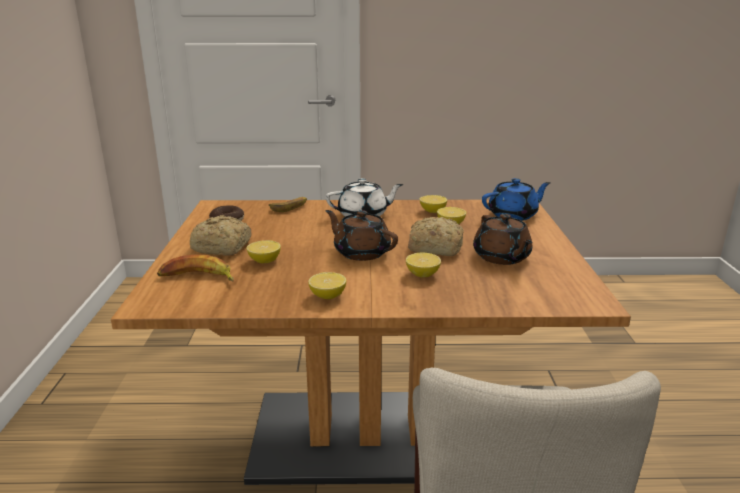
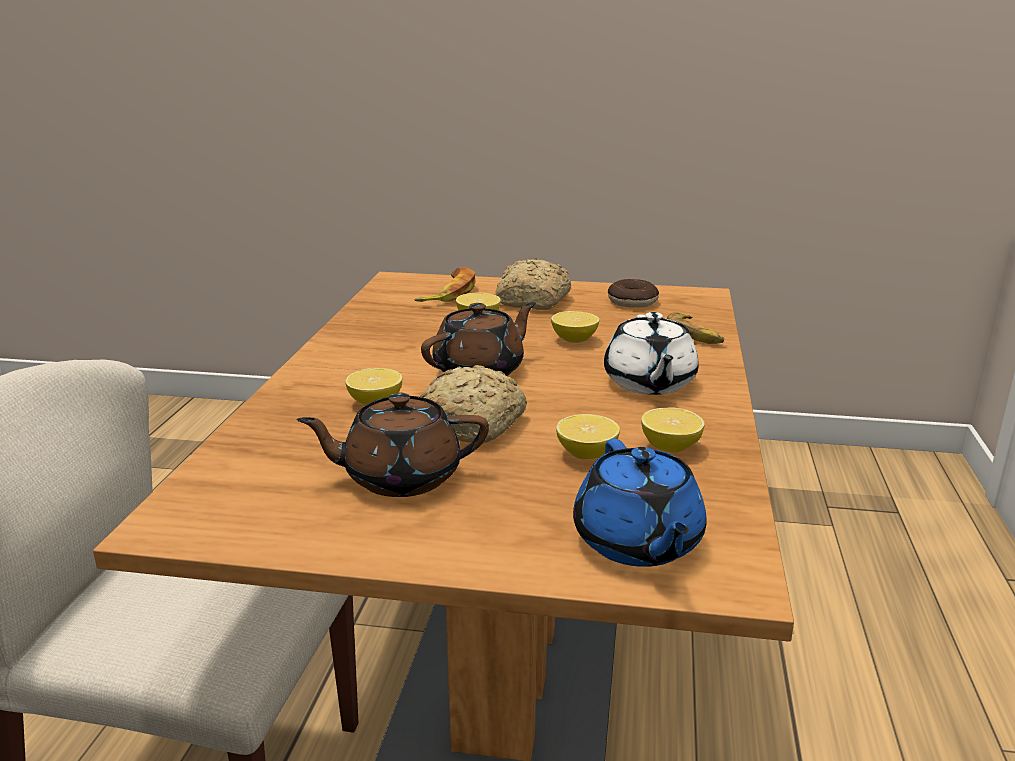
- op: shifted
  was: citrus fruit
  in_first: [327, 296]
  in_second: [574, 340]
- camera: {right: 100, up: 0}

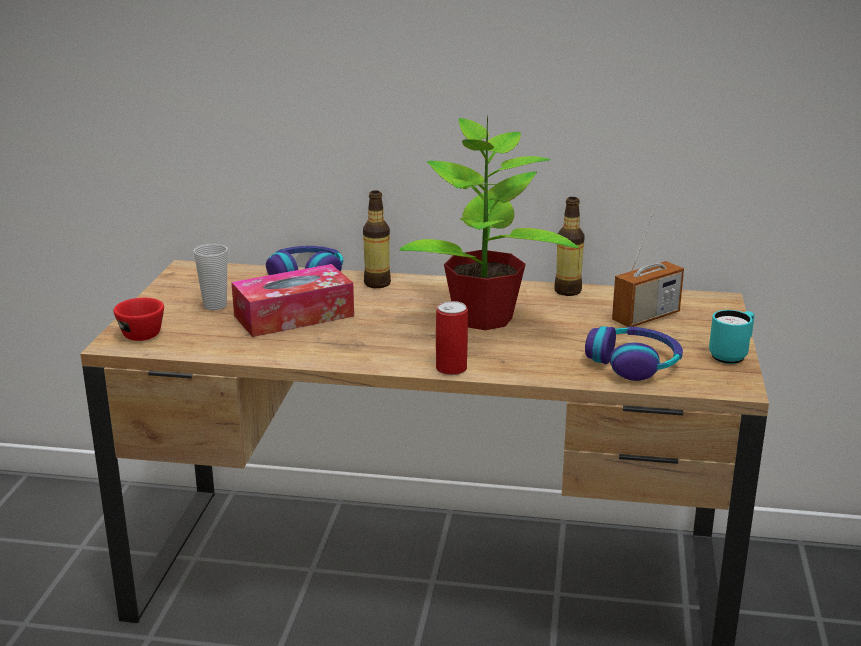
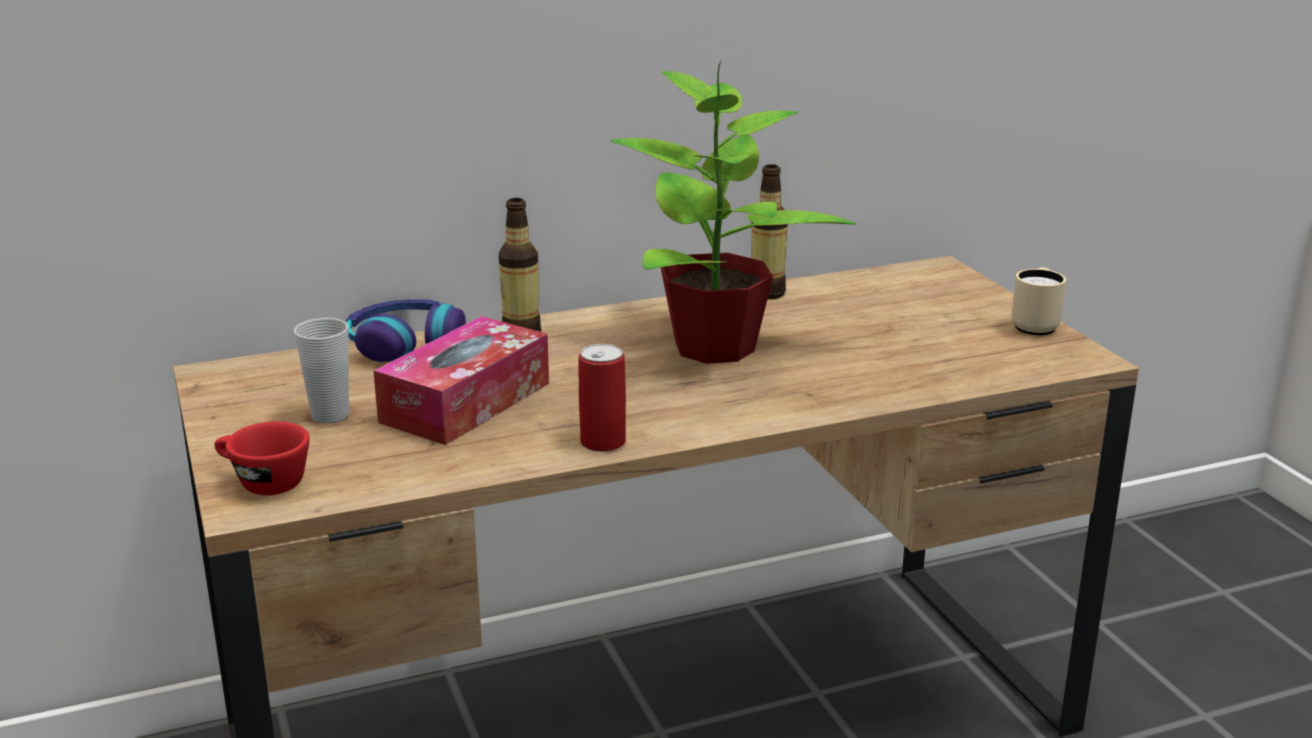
- op: gone
  was: radio set
  in_first: [646, 317]
- op: shifted
  was: sealed can
  in_first: [451, 368]
  in_second: [603, 442]
- op: repainted
  was: tea mug (turquoise)
  now: tea mug (beige-coloured)
  in_first: [731, 355]
  in_second: [1035, 326]
- op: gone
  was: headset
  in_first: [634, 363]
- camera: {right: -30, up: 0}

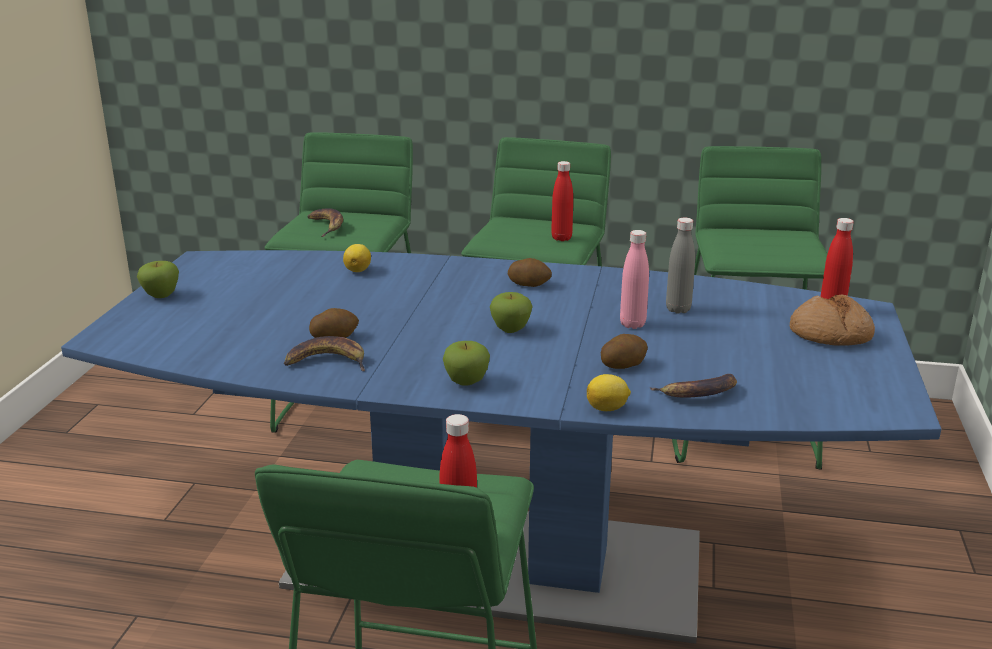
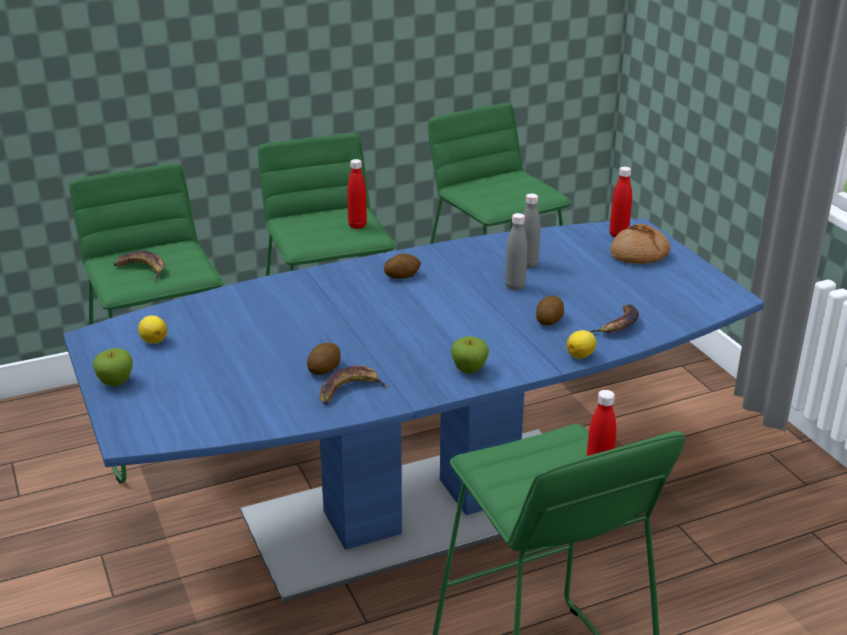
- op: repainted
  was: drink bottle (pink-coloured)
  now: drink bottle (gray)
  in_first: [632, 324]
  in_second: [514, 286]
- op: shifted
  was: citrus fruit
  in_first: [358, 270]
  in_second: [154, 340]
- op: gone
  was: apple
  in_first: [511, 329]
- camera: {right: -35, up: 5}

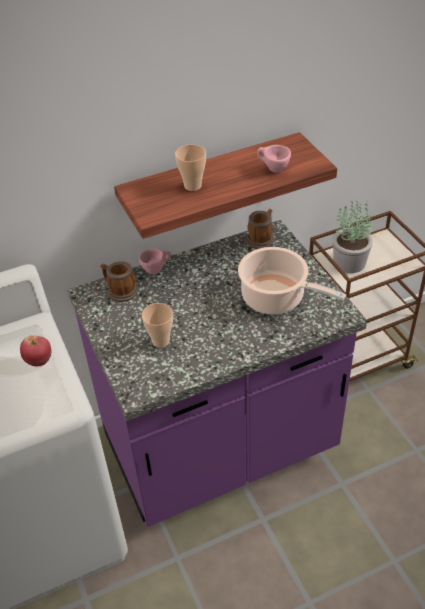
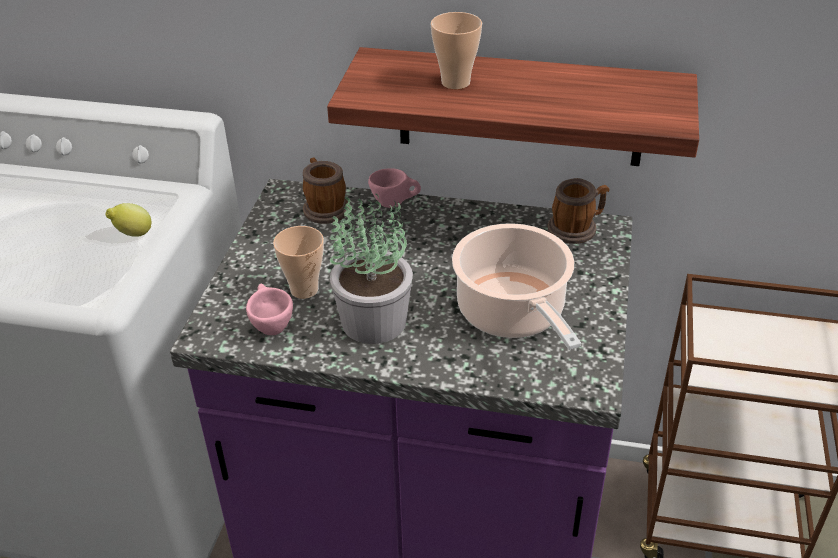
- op: shifted
  was: cup (pink-coloured)
  in_first: [272, 169]
  in_second: [270, 326]
- op: shifted
  was: houseplant
  in_first: [349, 262]
  in_second: [375, 320]
- op: swapped
  was: apple
  now: citrus fruit
  in_first: [39, 361]
  in_second: [133, 234]
- camera: {right: 35, up: -5}

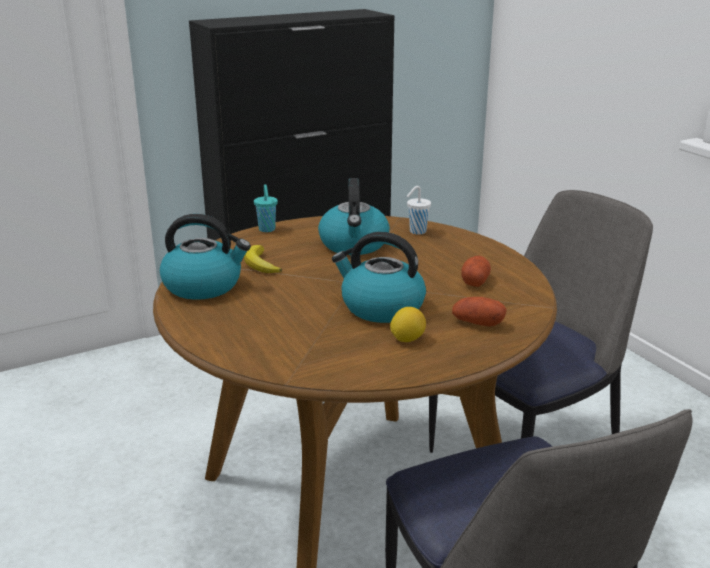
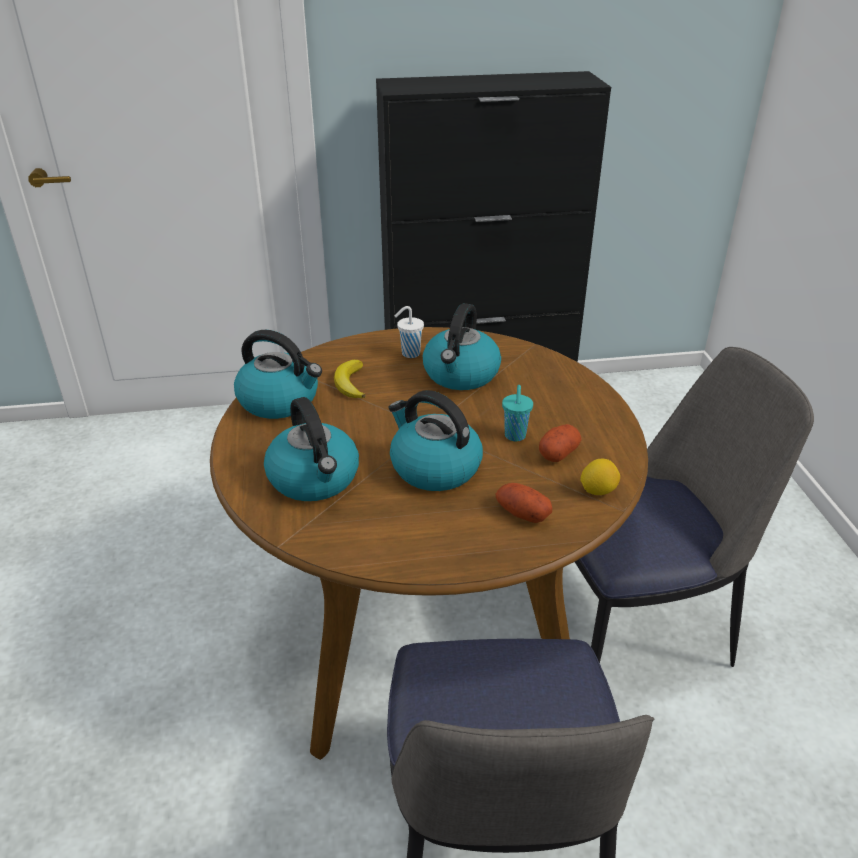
- op: shifted
  was: cup (turquoise)
  in_first: [267, 230]
  in_second: [515, 436]
- op: shifted
  was: cup (white)
  in_first: [416, 232]
  in_second: [409, 354]
- op: shifted
  was: citrus fruit
  in_first: [407, 339]
  in_second: [598, 491]
- op: new
  now: tea kettle
  in_second: [315, 479]
- camera: {right: 20, up: 10}

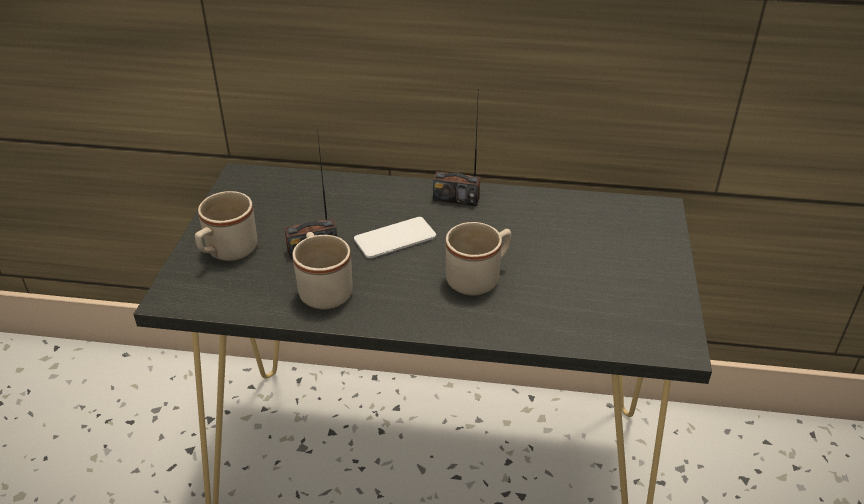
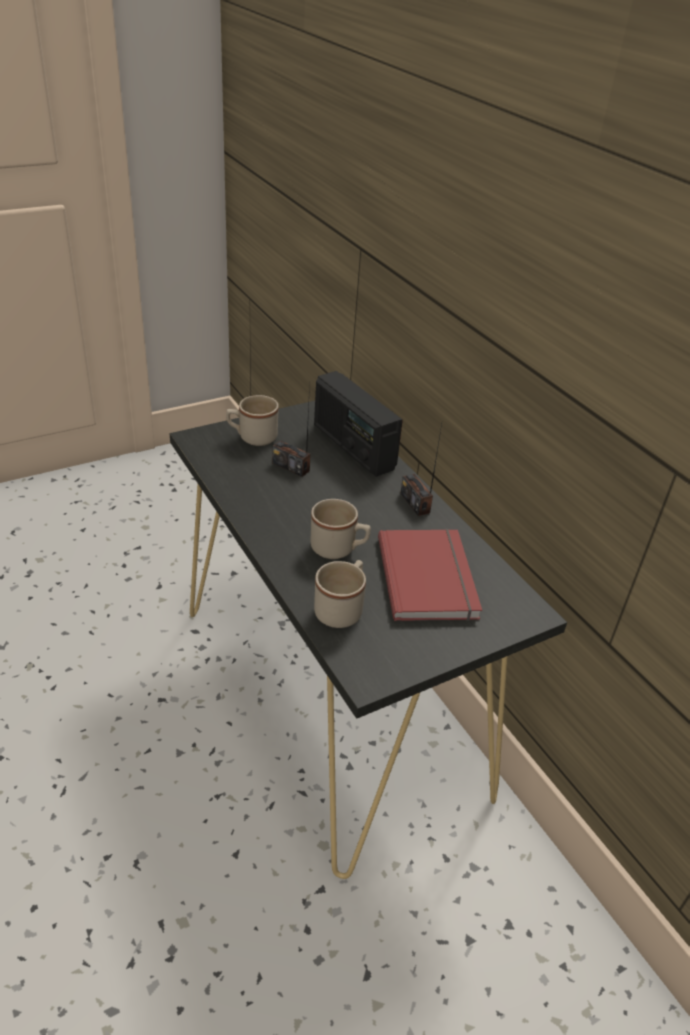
- op: gone
  was: handset
  in_first: [395, 238]
- op: shifted
  was: tea mug (beige-coloured)
  in_first: [323, 289]
  in_second: [342, 609]
- op: new
  now: radio set
  in_second: [353, 447]
- op: new
  now: volume (red-coloured)
  in_second: [430, 577]
- camera: {right: 50, up: 0}

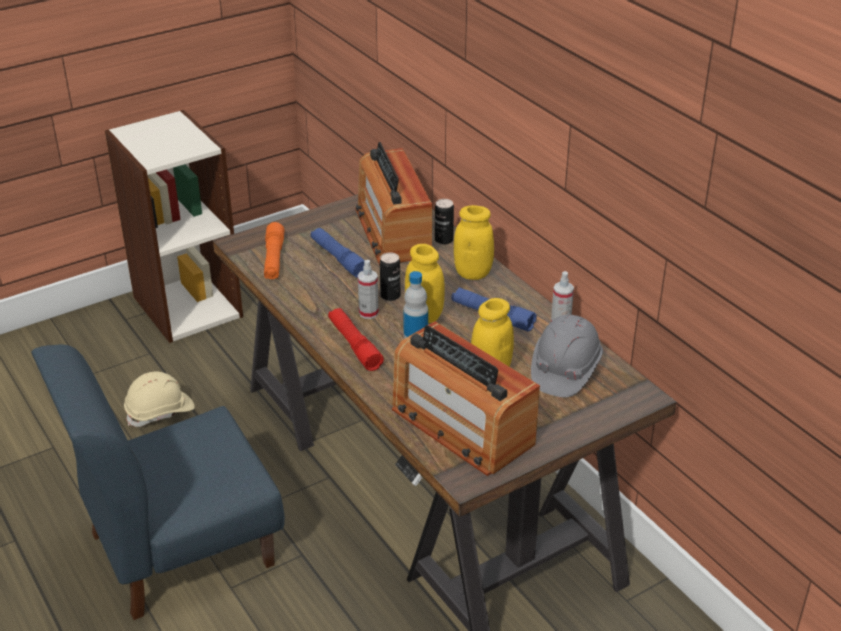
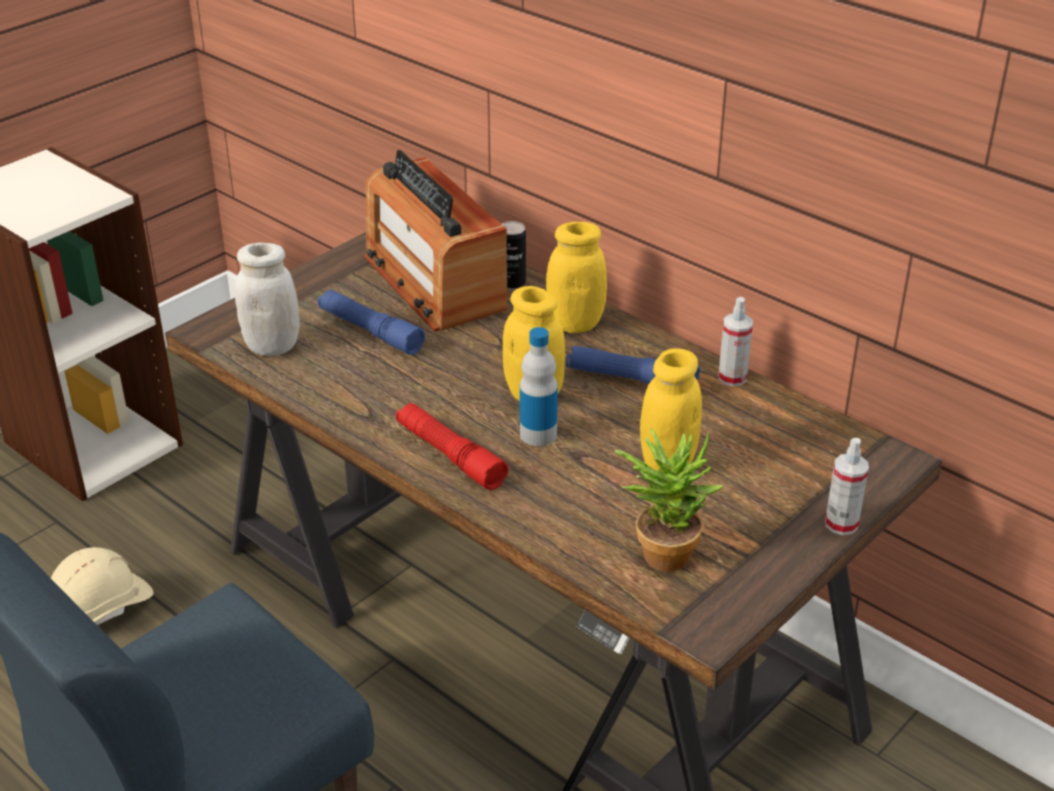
- op: swapped
  was: torch (orangey)
  now: preserve jar (white)
  in_first: [274, 259]
  in_second: [272, 346]
- op: gone
  was: sealed can
  in_first: [390, 296]
- op: shifted
  was: hand sprayer
  in_first: [368, 313]
  in_second: [841, 524]
- op: gone
  was: safety helmet (gray)
  in_first: [564, 370]
- op: swapped
  was: radio set
  now: houseplant
  in_first: [461, 426]
  in_second: [663, 549]
- camera: {right: -15, up: 0}

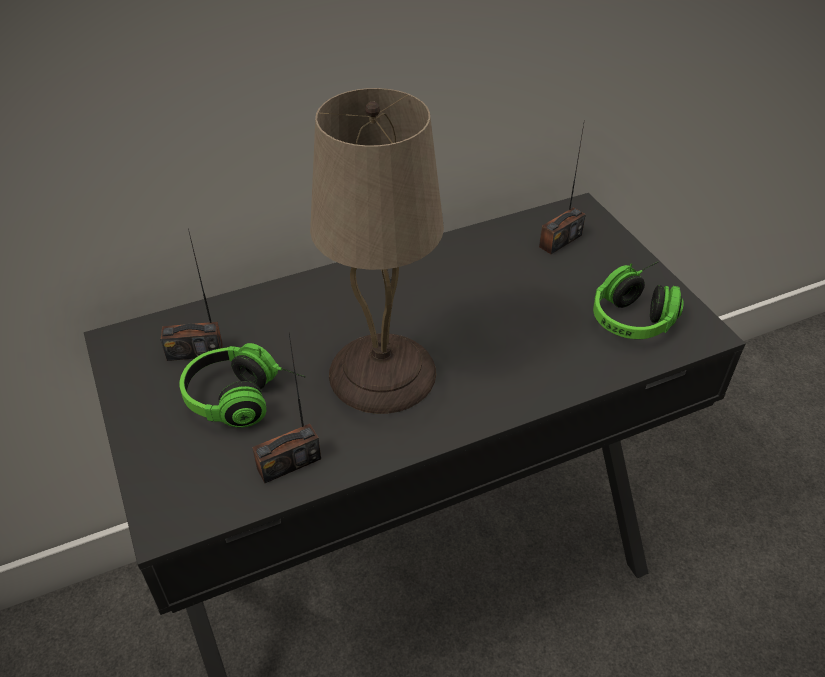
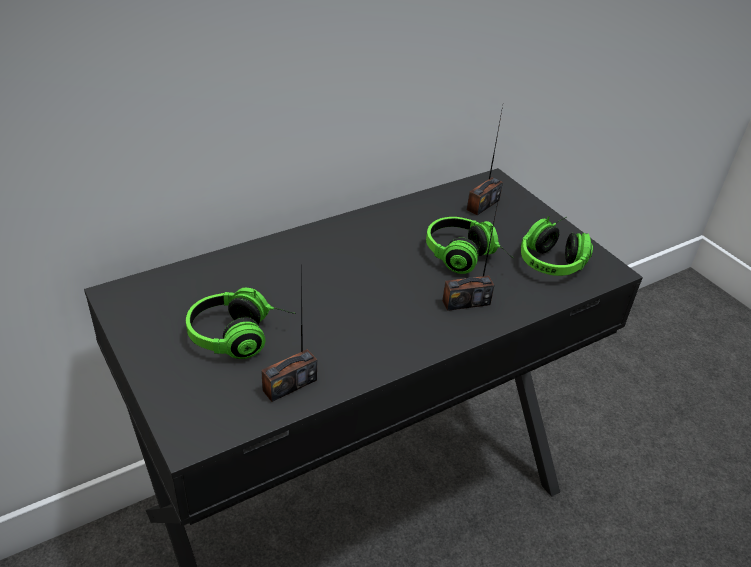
- op: gone
  was: table lamp (beige-coloured)
  in_first: [380, 373]
- op: shifted
  was: radio set
  in_first: [195, 351]
  in_second: [466, 302]
- op: new
  now: headset
  in_second: [466, 258]
- camera: {right: -10, up: -5}

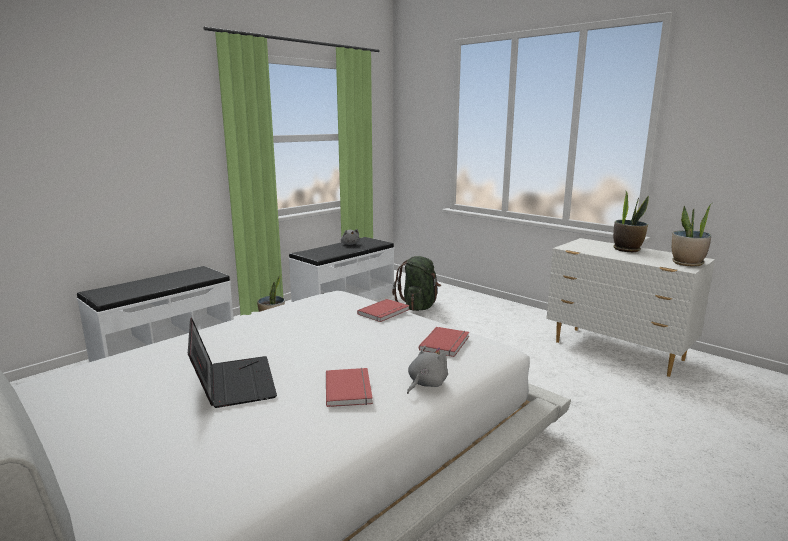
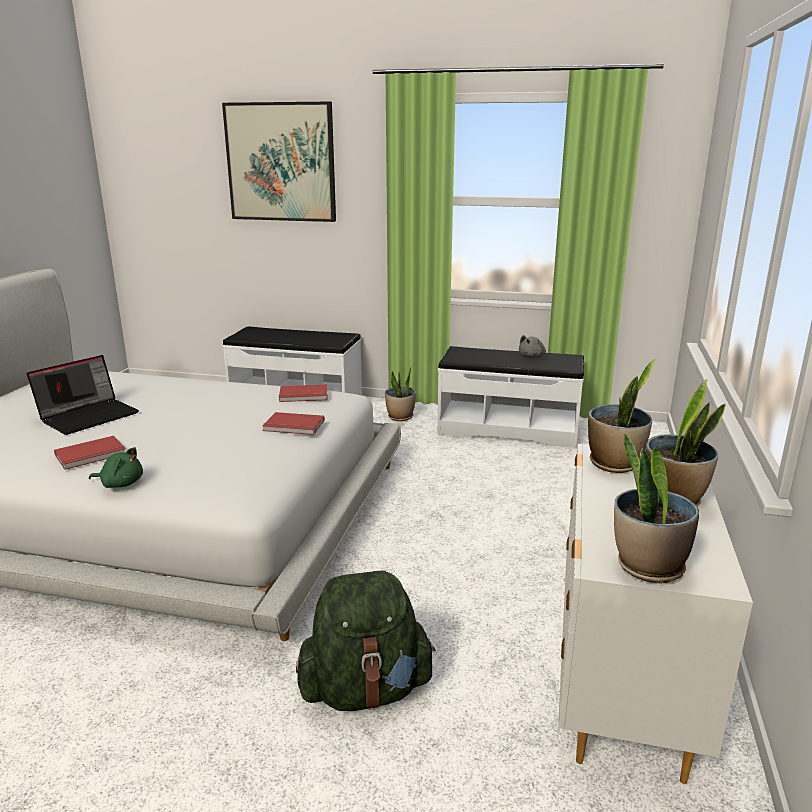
- op: shifted
  was: knapsack (green)
  in_first: [418, 307]
  in_second: [366, 690]
- op: shifted
  was: volume (red-coloured)
  in_first: [446, 343]
  in_second: [304, 396]
- op: repainted
  was: plush toy (gray)
  now: plush toy (green)
  in_first: [426, 384]
  in_second: [121, 484]
- op: new
  now: picture
  in_second: [281, 162]
- op: new
  now: houseplant
  in_second: [614, 464]
- camera: {right: 60, up: 5}

